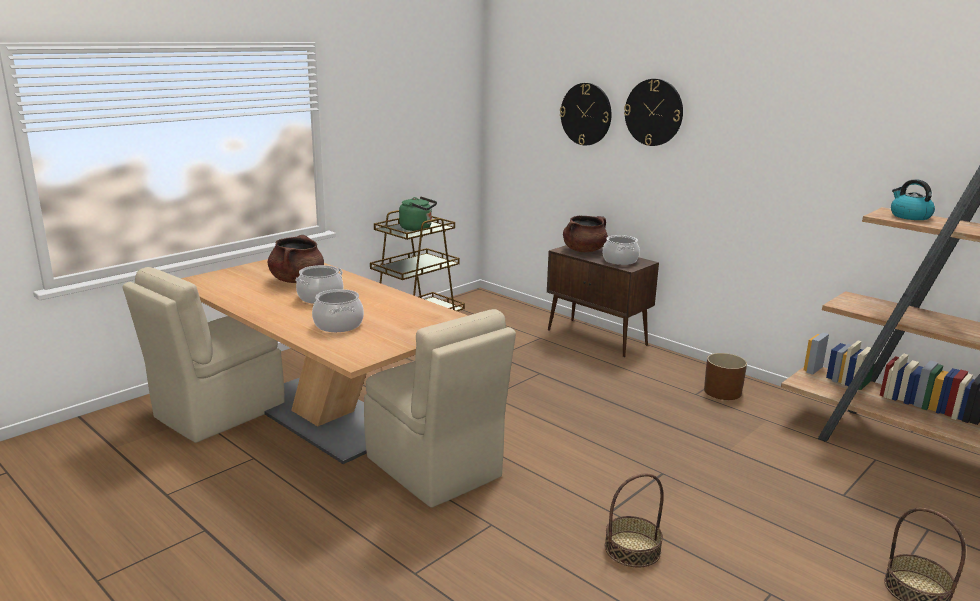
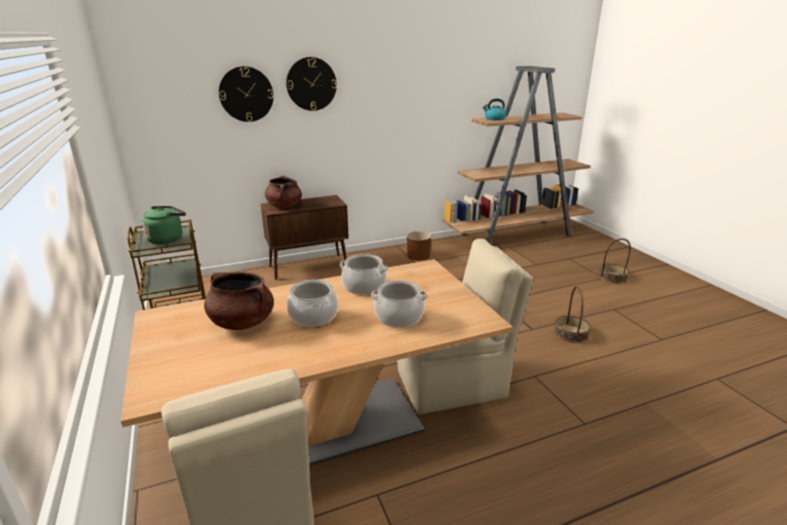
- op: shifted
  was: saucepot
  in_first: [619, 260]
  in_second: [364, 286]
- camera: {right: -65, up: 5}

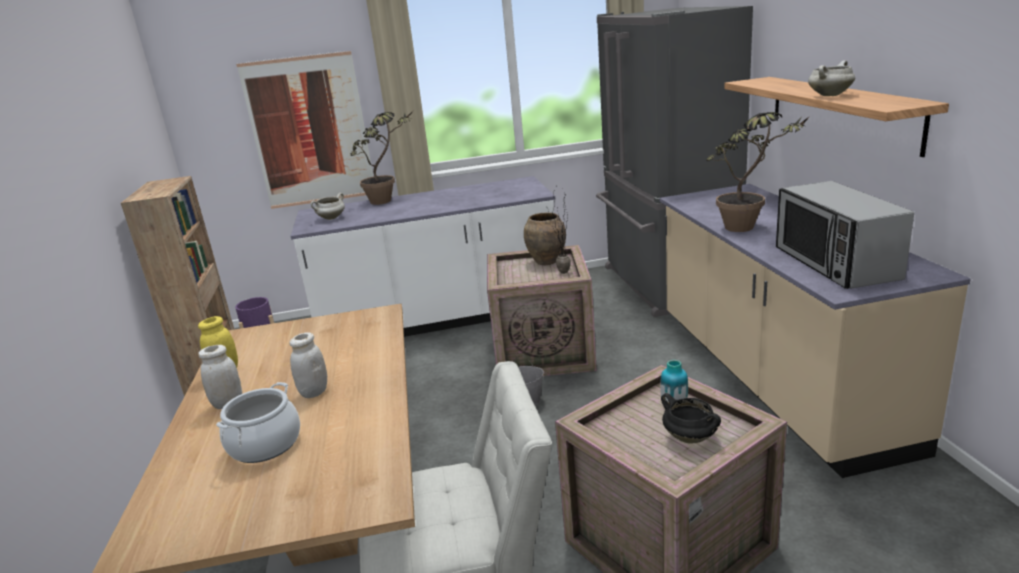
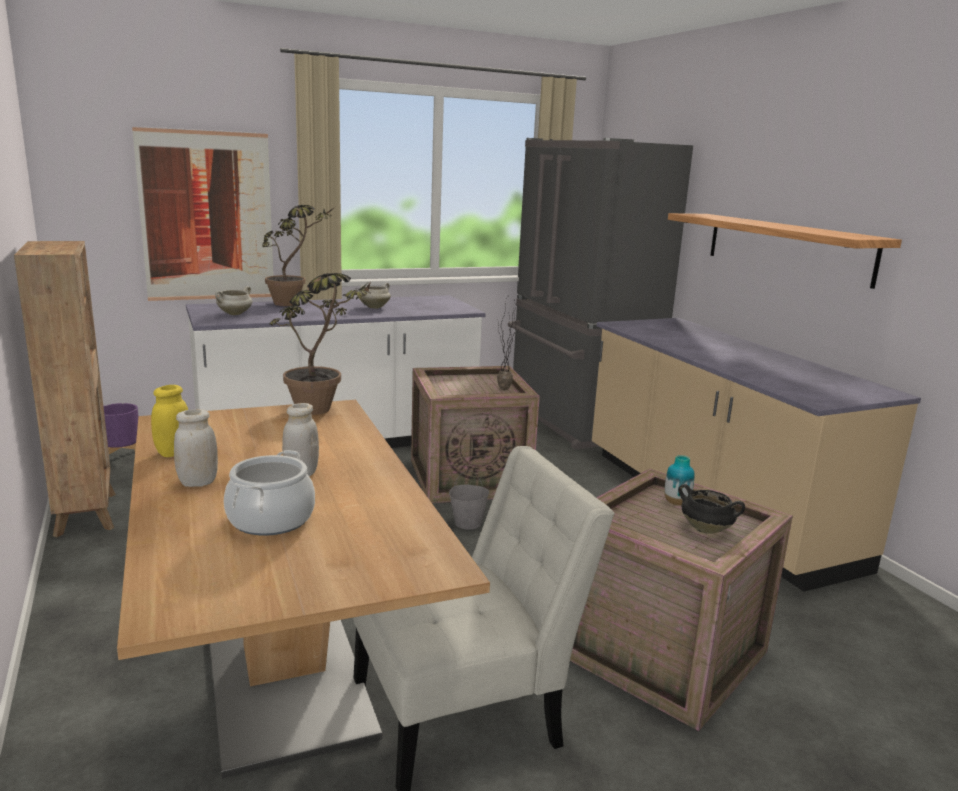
- op: shifted
  was: saucepot (white)
  in_first: [829, 95]
  in_second: [374, 307]
- op: shifted
  was: houseplant
  in_first: [749, 229]
  in_second: [322, 412]
- op: gone
  was: microwave
  in_first: [834, 264]
- op: gone
  was: vase (brown)
  in_first: [546, 261]
- camera: {right: -15, up: -5}

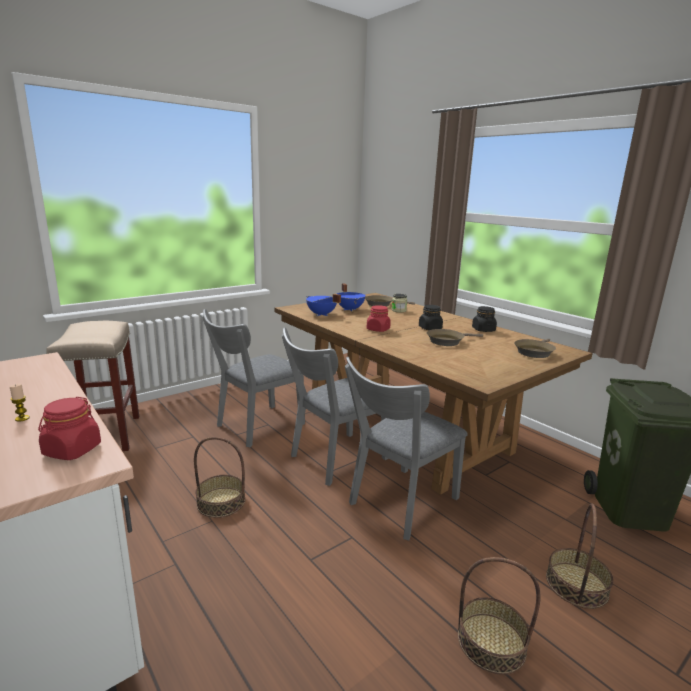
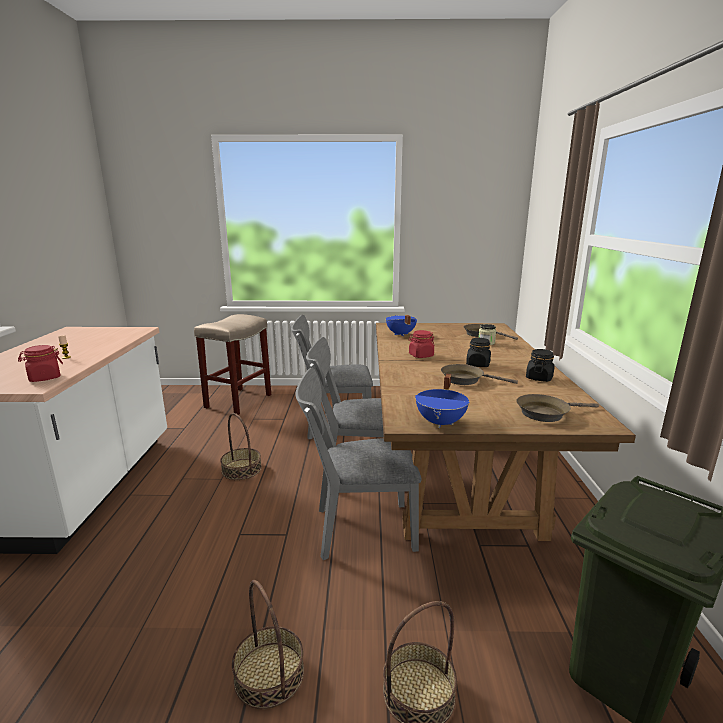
- op: shifted
  was: saucepot (blue-coloured)
  in_first: [350, 309]
  in_second: [441, 422]
- camera: {right: 40, up: 0}

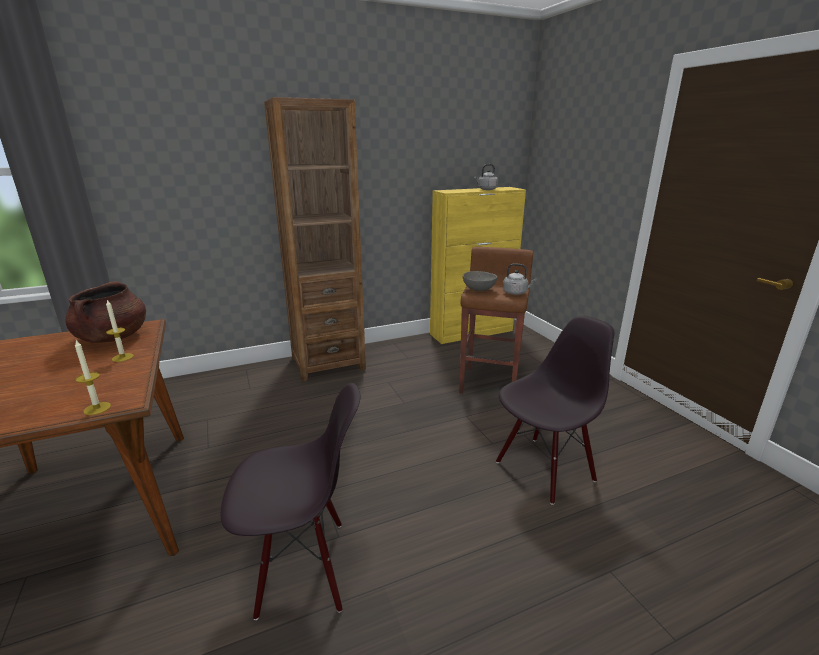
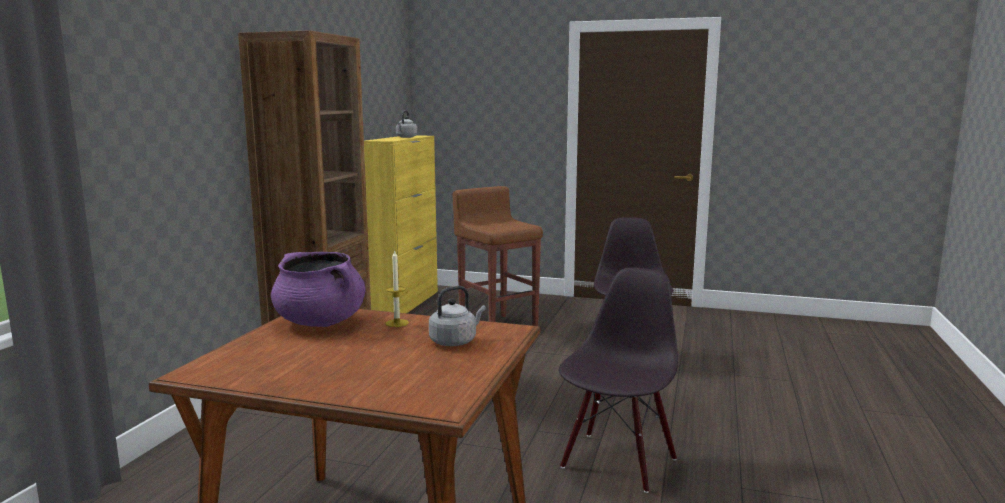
- op: shifted
  was: tea kettle (gray)
  in_first: [516, 293]
  in_second: [455, 341]
- op: gone
  was: serving bowl (gray)
  in_first: [478, 289]
- op: repainted
  was: saucepot (brown)
  now: saucepot (purplish)
  in_first: [113, 337]
  in_second: [321, 322]
- op: gone
  was: wax light
  in_first: [97, 408]
- camera: {right: -50, up: -10}

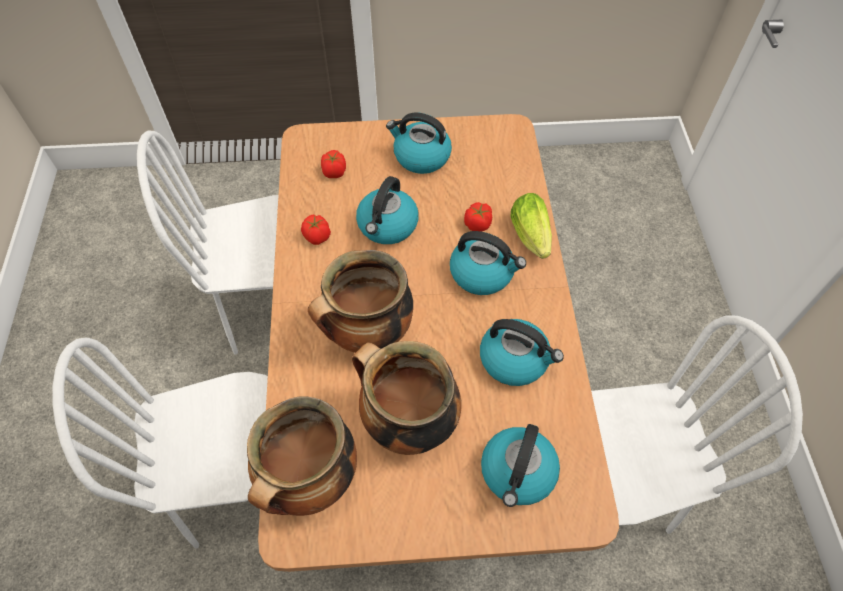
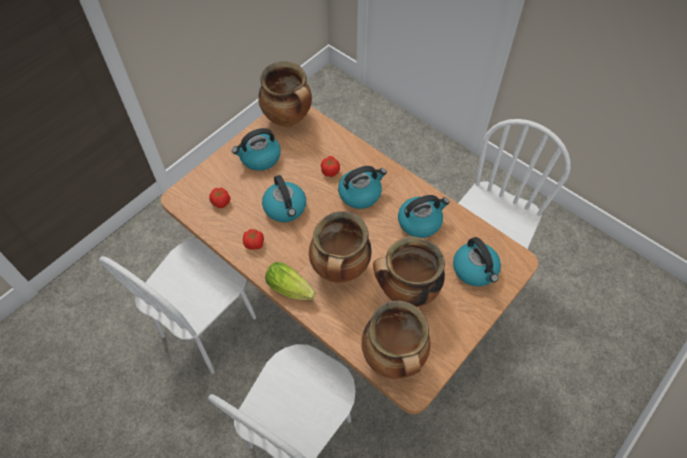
- op: shifted
  was: head of lettuce
  in_first: [531, 238]
  in_second: [292, 289]
- op: new
  now: saucepot
  in_second: [288, 118]
- camera: {right: -45, up: 0}

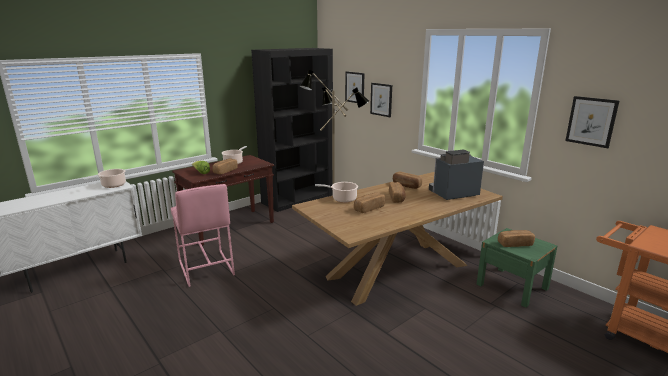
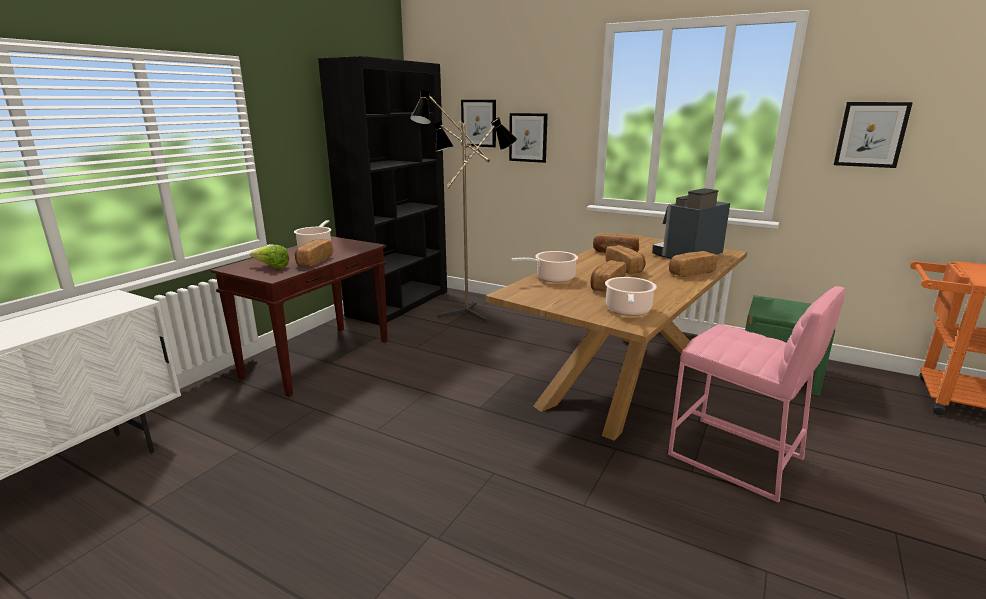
- op: shifted
  was: saucepot
  in_first: [112, 185]
  in_second: [628, 311]
- op: shifted
  was: stool seat (pink-coloured)
  in_first: [205, 268]
  in_second: [736, 457]
- op: shifted
  was: bread
  in_first: [514, 244]
  in_second: [690, 273]
- camera: {right: -20, up: 0}

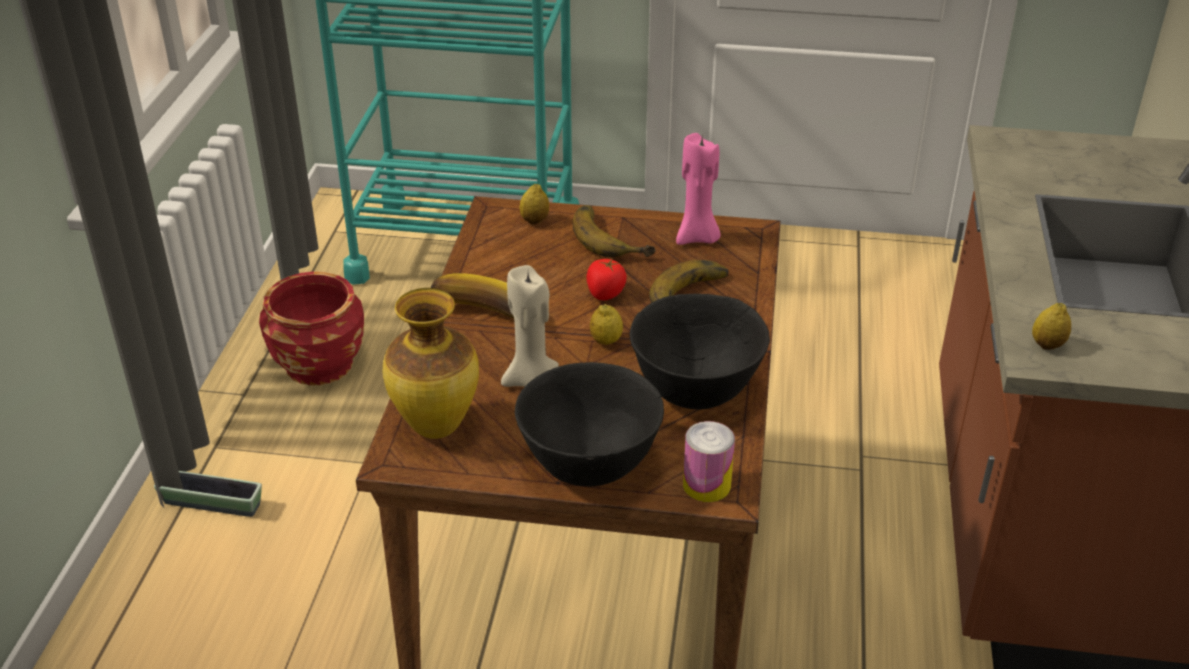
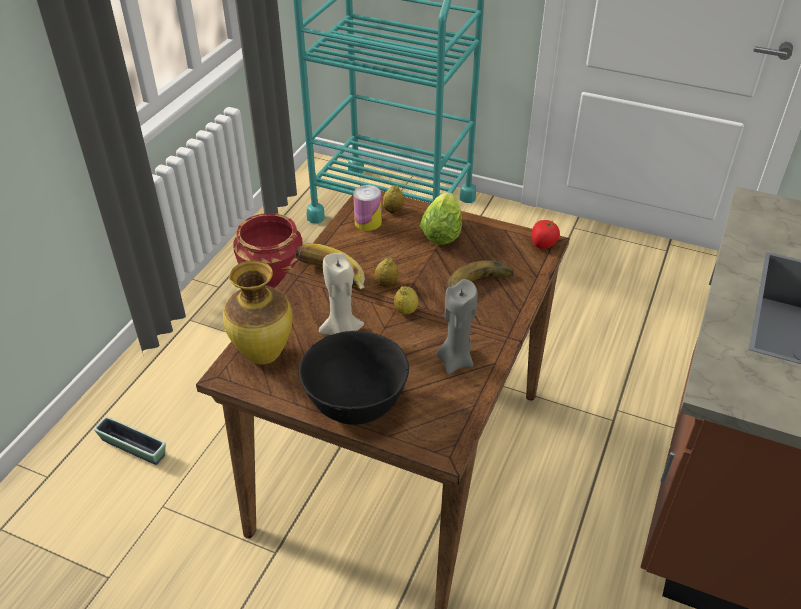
- op: gone
  was: wax light (pink-coloured)
  in_first: [697, 238]
- op: swapped
  was: whole banana
  now: head of lettuce
  in_first: [612, 236]
  in_second: [442, 231]
- op: shifted
  was: tomato
  in_first: [605, 293]
  in_second: [543, 244]
- op: swapped
  was: serving bowl (blackish)
  now: wax light (gray)
  in_first: [696, 389]
  in_second: [455, 361]
- op: shifted
  was: citrus fruit
  in_first: [1047, 345]
  in_second: [386, 284]
- op: shifted
  was: sealed can
  in_first: [706, 485]
  in_second: [368, 222]
- op: shifted
  was: plant pot
  in_first: [212, 504]
  in_second: [133, 448]
- camera: {right: 15, up: 5}

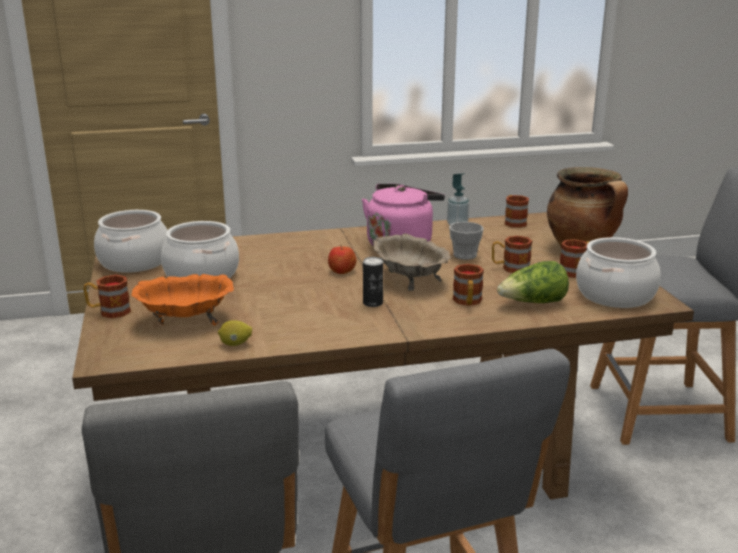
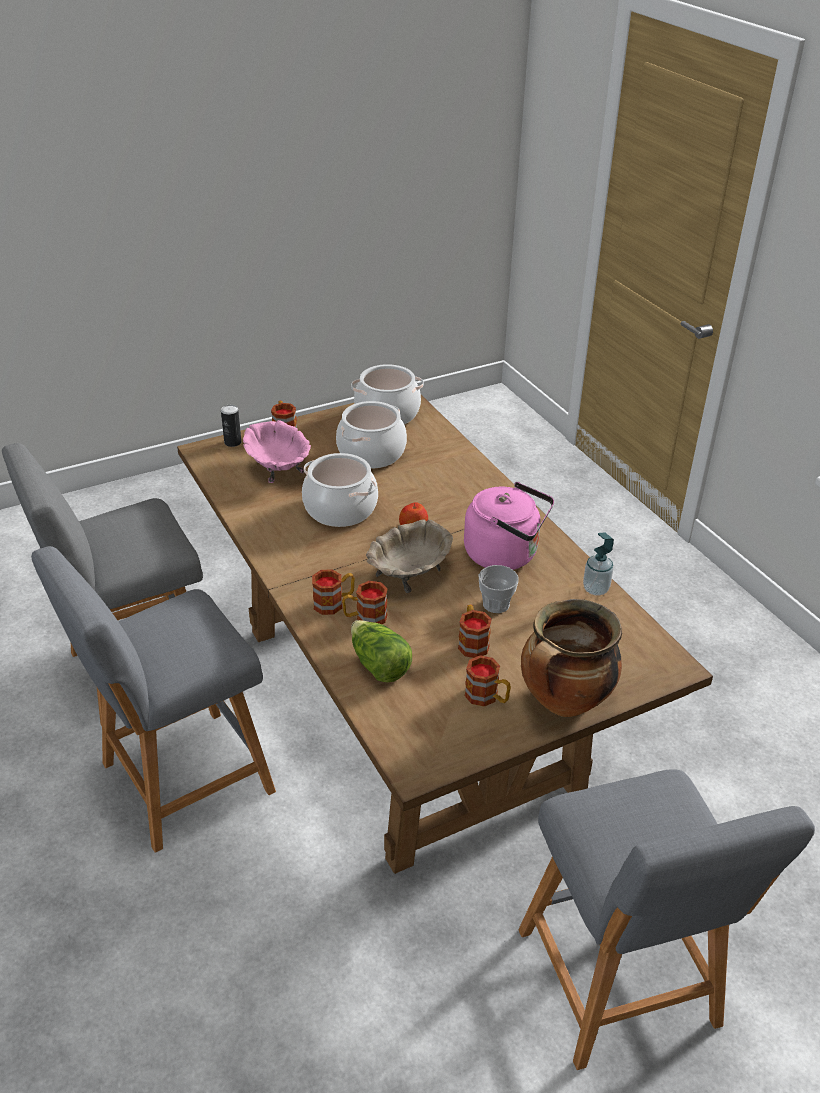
- op: shifted
  was: tea mug
  in_first: [513, 222]
  in_second: [334, 603]
- op: shifted
  was: saucepot
  in_first: [615, 294]
  in_second: [341, 509]
- op: shifted
  was: sealed can
  in_first: [373, 303]
  in_second: [232, 442]
- op: repainted
  was: serving bowl (orangey)
  now: serving bowl (pink-coloured)
  in_first: [185, 320]
  in_second: [277, 467]
- op: gone
  was: citrus fruit
  in_first: [235, 344]
- camera: {right: 75, up: 15}

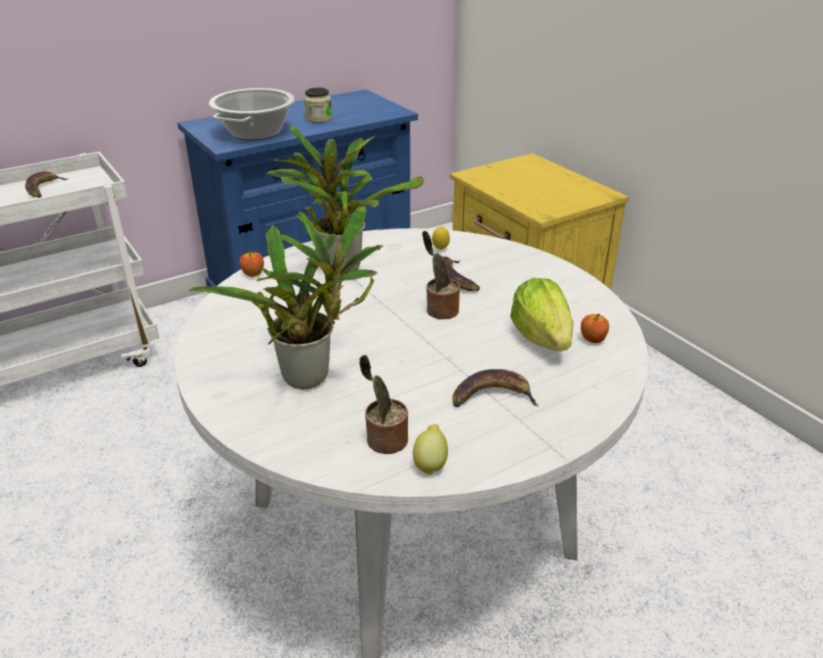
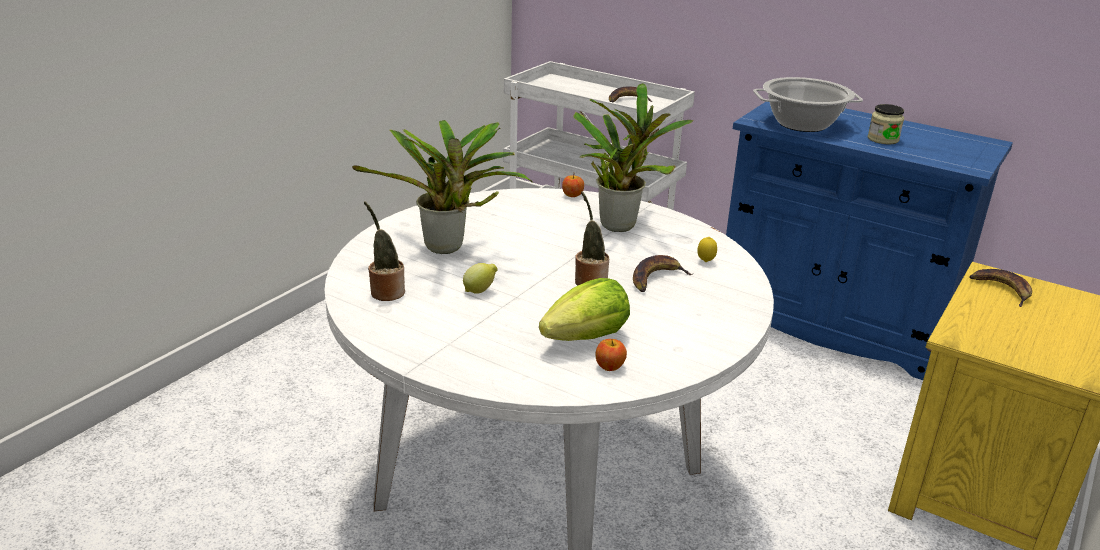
- op: shifted
  was: whole banana
  in_first: [492, 396]
  in_second: [1002, 290]
- op: shifted
  was: citrus fruit
  in_first: [430, 464]
  in_second: [480, 291]
- camera: {right: 65, up: -5}

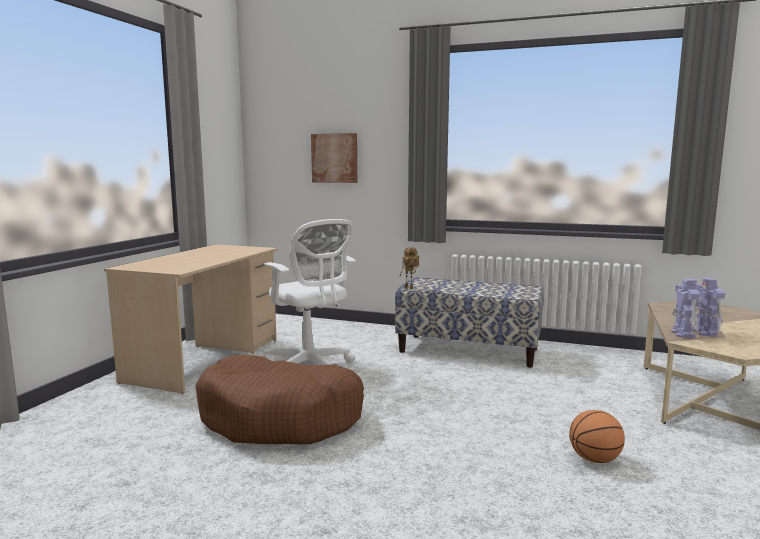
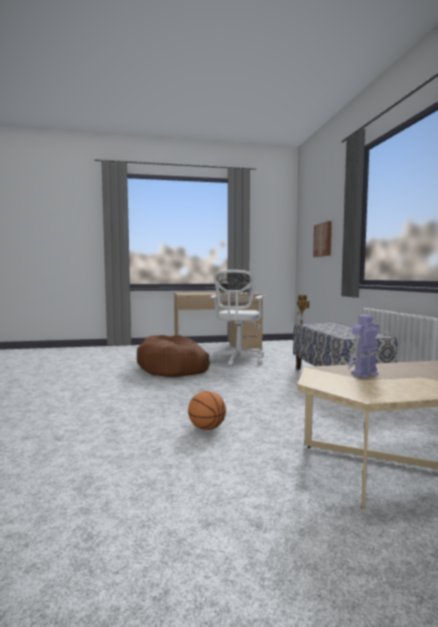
- op: gone
  was: robot figure
  in_first: [682, 334]
- camera: {right: 60, up: -5}

